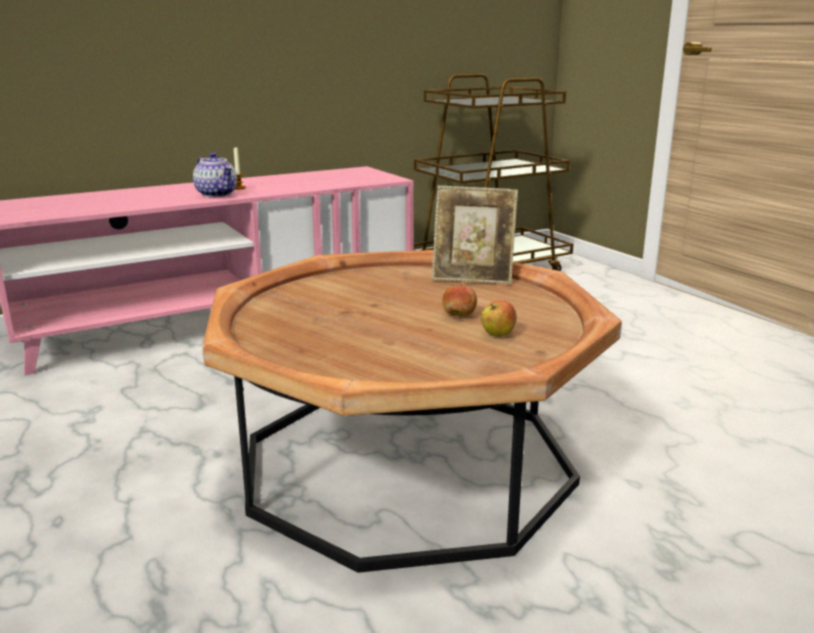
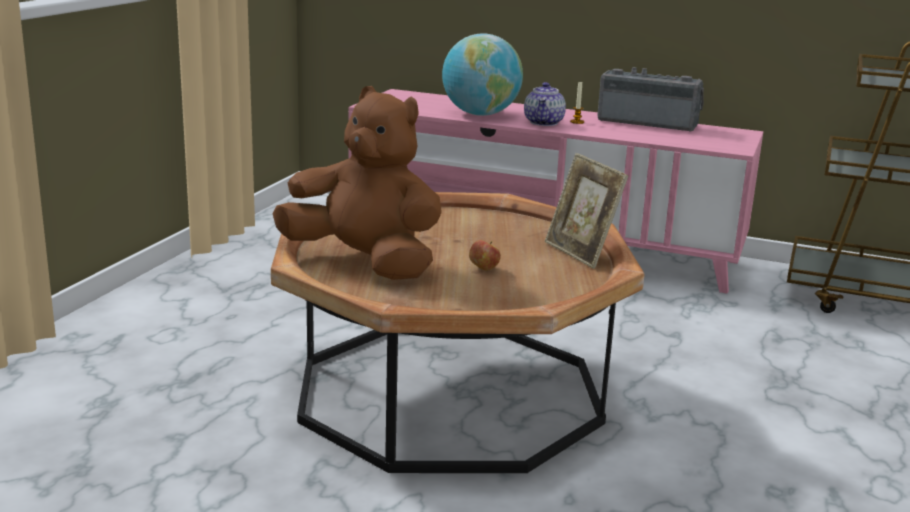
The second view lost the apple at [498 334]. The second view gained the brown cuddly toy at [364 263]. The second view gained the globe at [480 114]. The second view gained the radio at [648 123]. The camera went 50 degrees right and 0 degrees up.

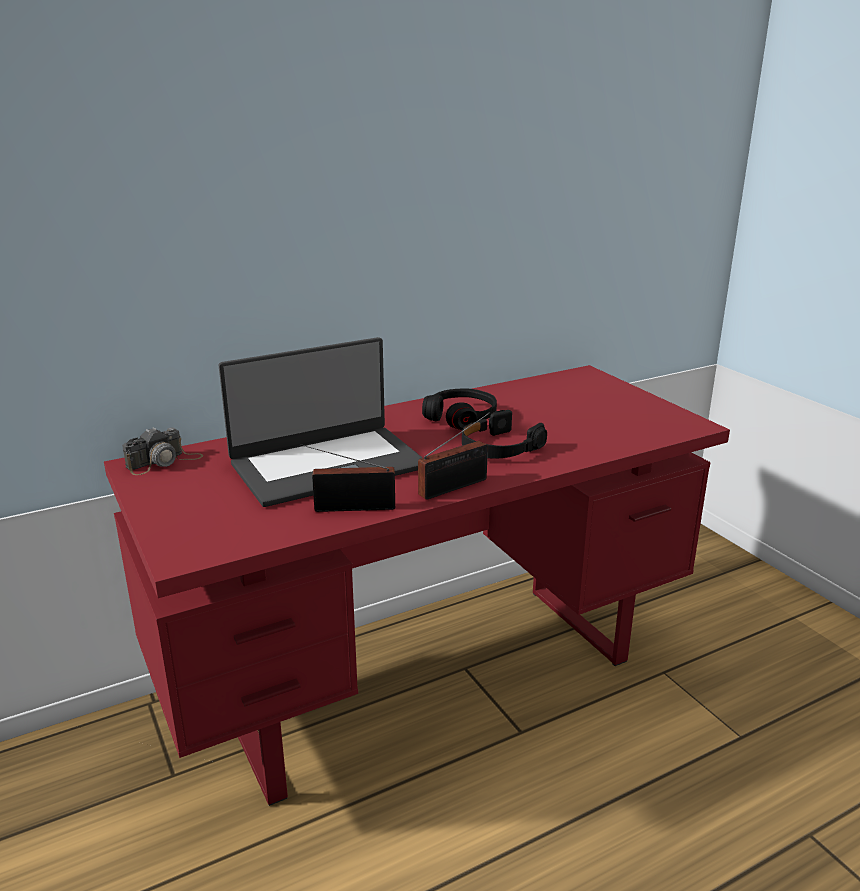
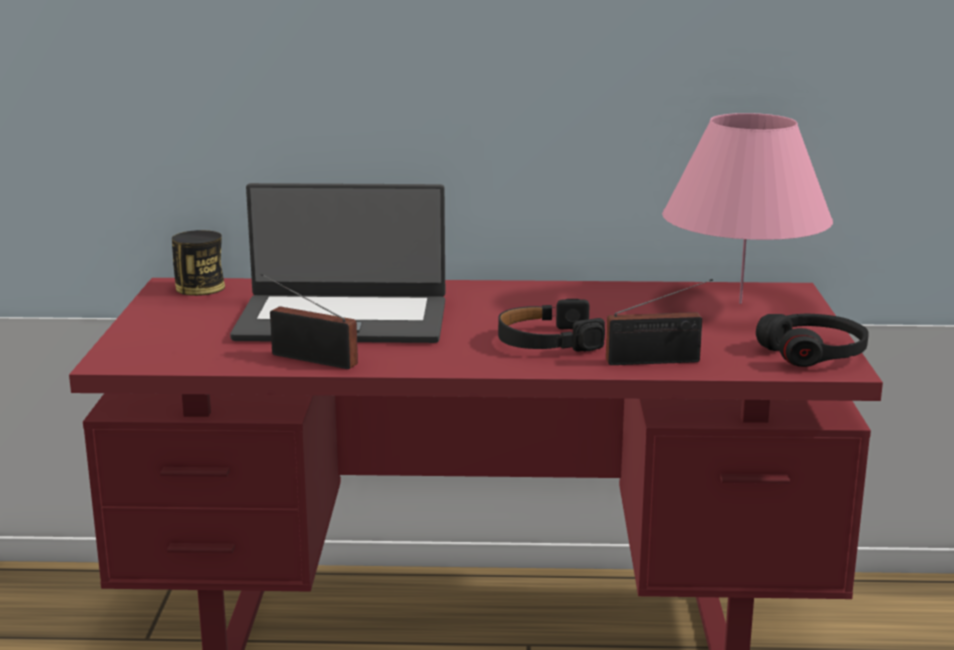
Where the still camera stood at [164 462], the sealed can came to stand at [200 288]. The radio ended up elsewhere, having gone from [457 486] to [658 361]. The blackish headset ended up elsewhere, having gone from [461 417] to [813 353]. The second view gained the pinkish lamp for a table at [740 303]. The camera went 30 degrees right and 5 degrees down.

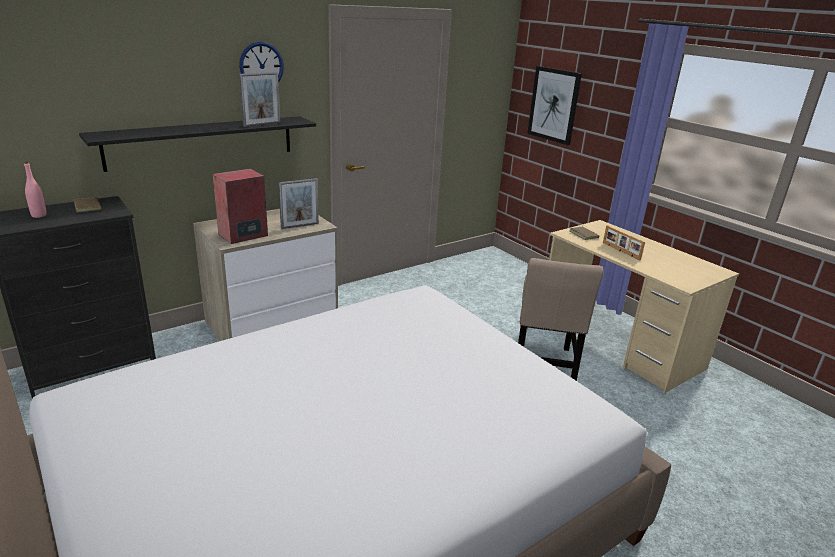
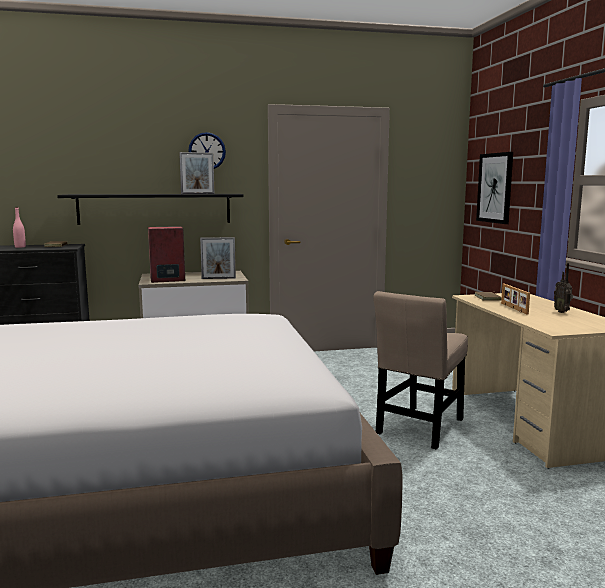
The second view gained the radio at [562 312]. The camera went 25 degrees right and 15 degrees down.

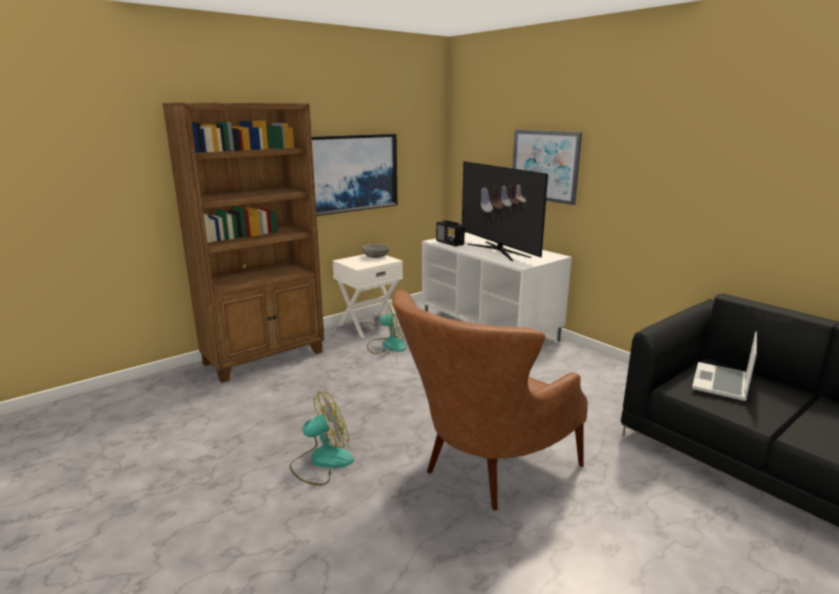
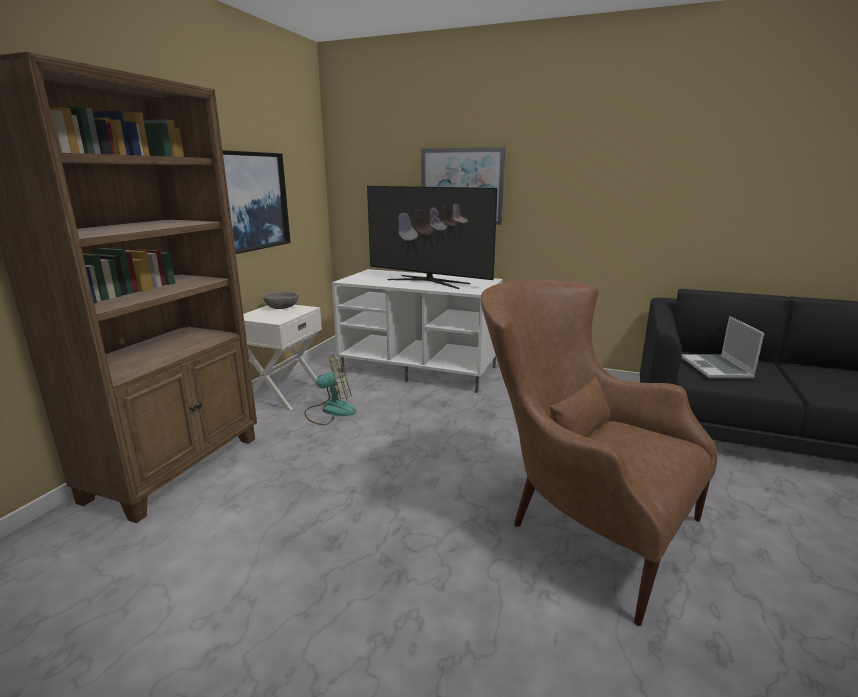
The second view lost the fan at [321 462]. The brown armchair at [482 472] ended up facing another way, 120 degrees clockwise from before. The second view lost the radio at [450 243]. The camera went 30 degrees left and 0 degrees up.

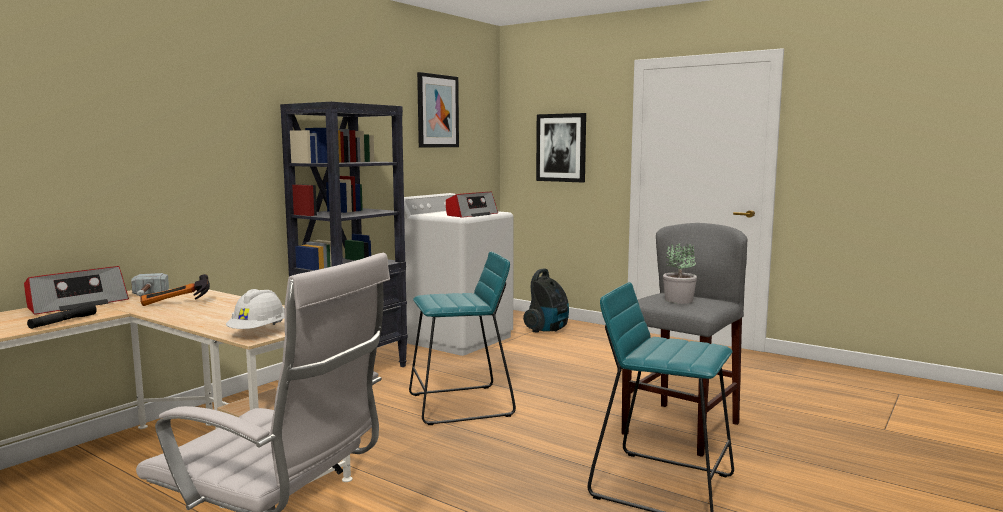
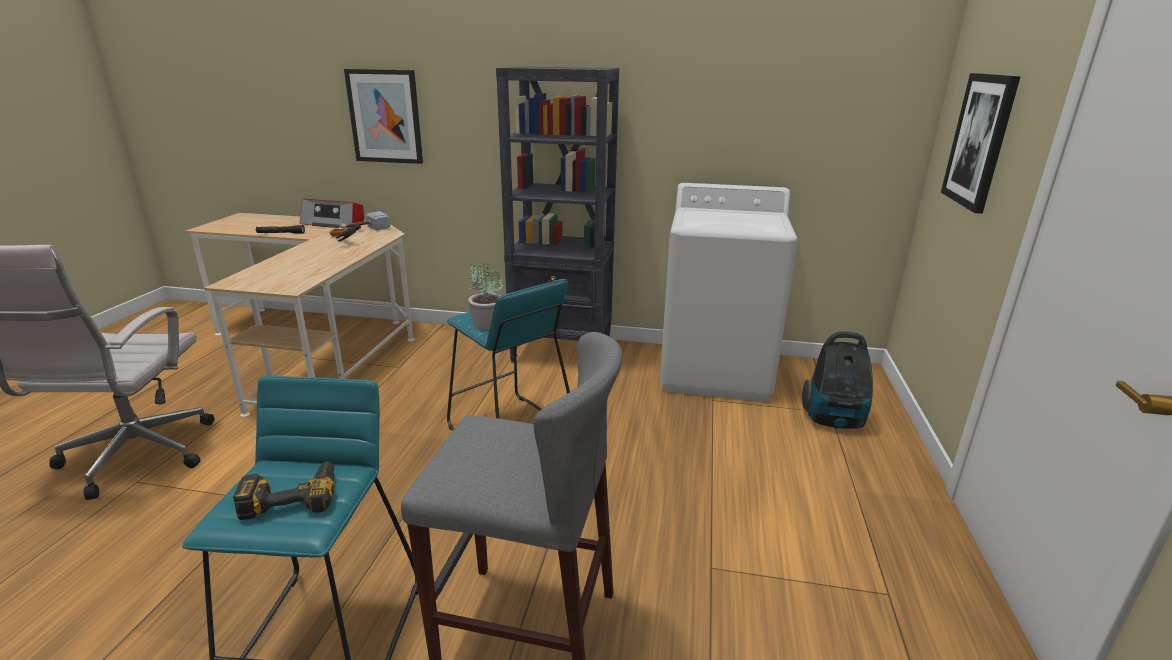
The second view lost the white-coloured safety helmet at [258 332]. The wall picture ended up elsewhere, having gone from [437 111] to [385 116]. The second view lost the radio at [471 215]. The plant in a pot ended up elsewhere, having gone from [679 300] to [487 324]. The second view gained the drill at [292 495]. The camera went 65 degrees right and 15 degrees up.

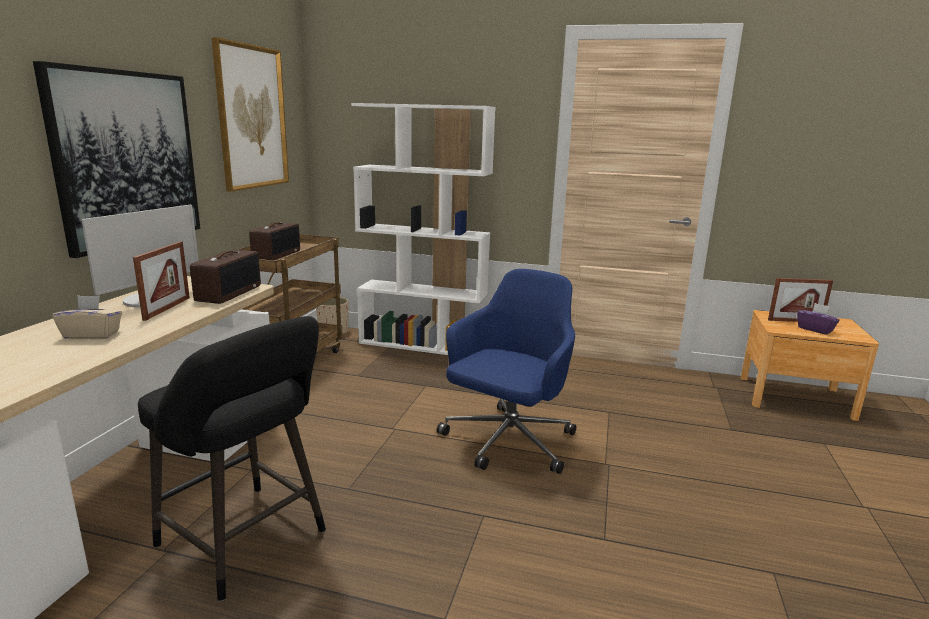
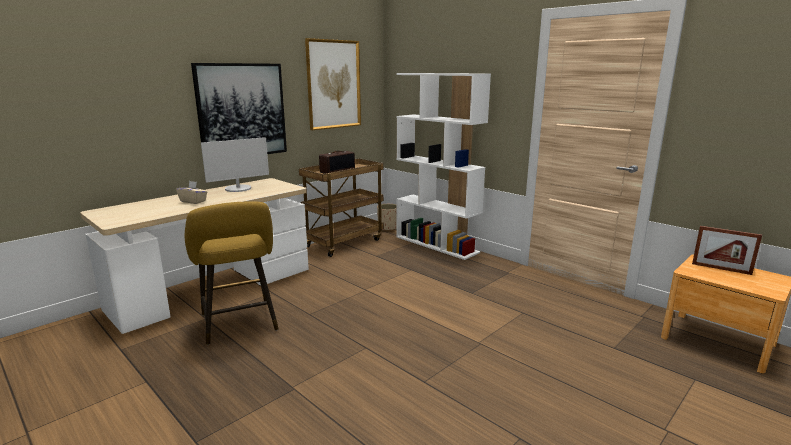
The second view lost the picture frame at [167 308]. What was the blackish stool at [248 542] turned into the yellow-coloured stool at [240 325]. The second view lost the radio at [228 293]. The second view lost the blue-coloured office chair at [507 442]. The second view lost the purple box of tissues at [815 329]. The camera went 30 degrees right and 0 degrees up.

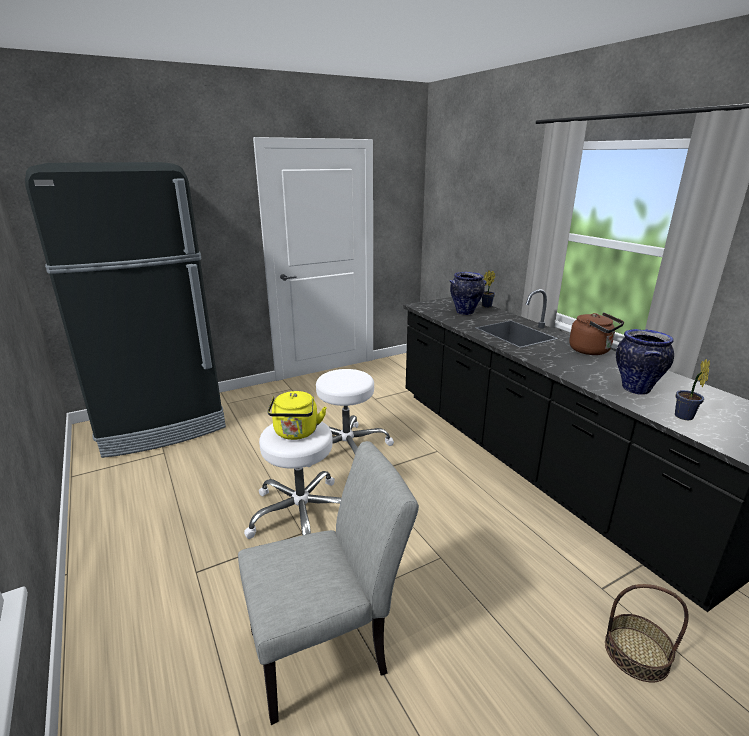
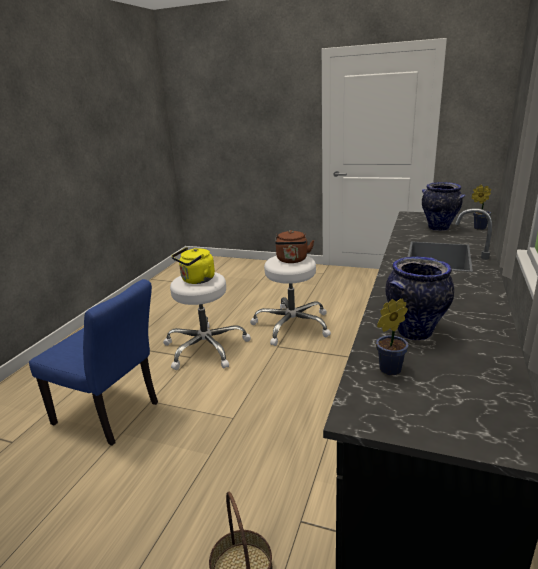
The second view lost the blackish fridge at [162 424]. What was the gray chair at [328 648] turned into the blue-coloured chair at [112 415]. The brown water kettle ended up elsewhere, having gone from [592 351] to [292 260]. The camera went 50 degrees right and 0 degrees up.

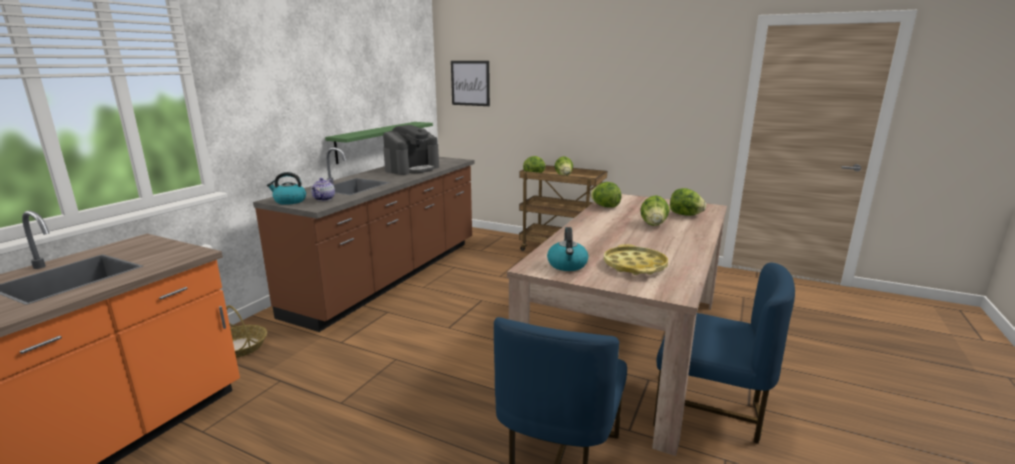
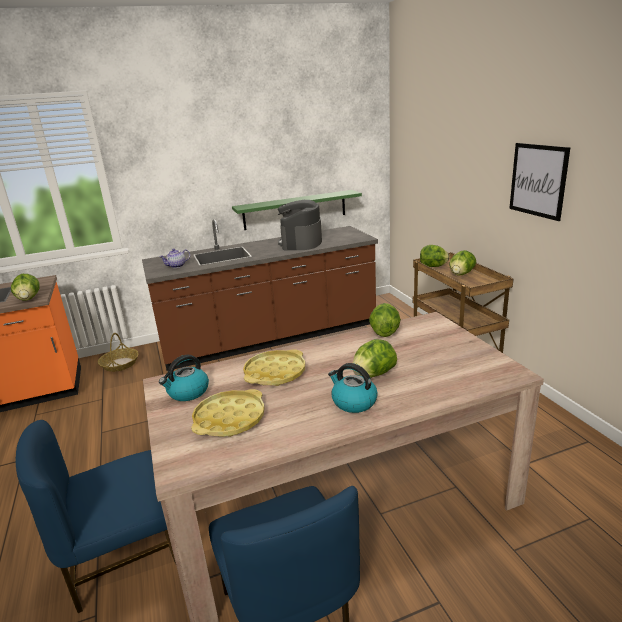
The water kettle ended up elsewhere, having gone from [289 201] to [353 402]. The coffee machine at [412 169] ended up facing another way, 105 degrees clockwise from before. The wall picture ended up elsewhere, having gone from [470 83] to [538 180]. The lettuce head ended up elsewhere, having gone from [685 215] to [29 299]. The second view gained the yellow-coloured serving tray at [275 373]. The camera went 45 degrees right and 5 degrees up.

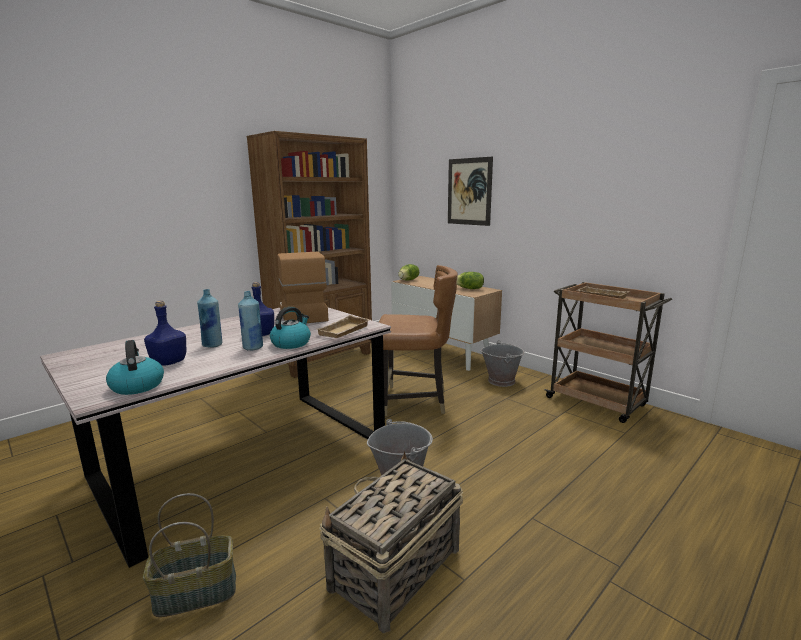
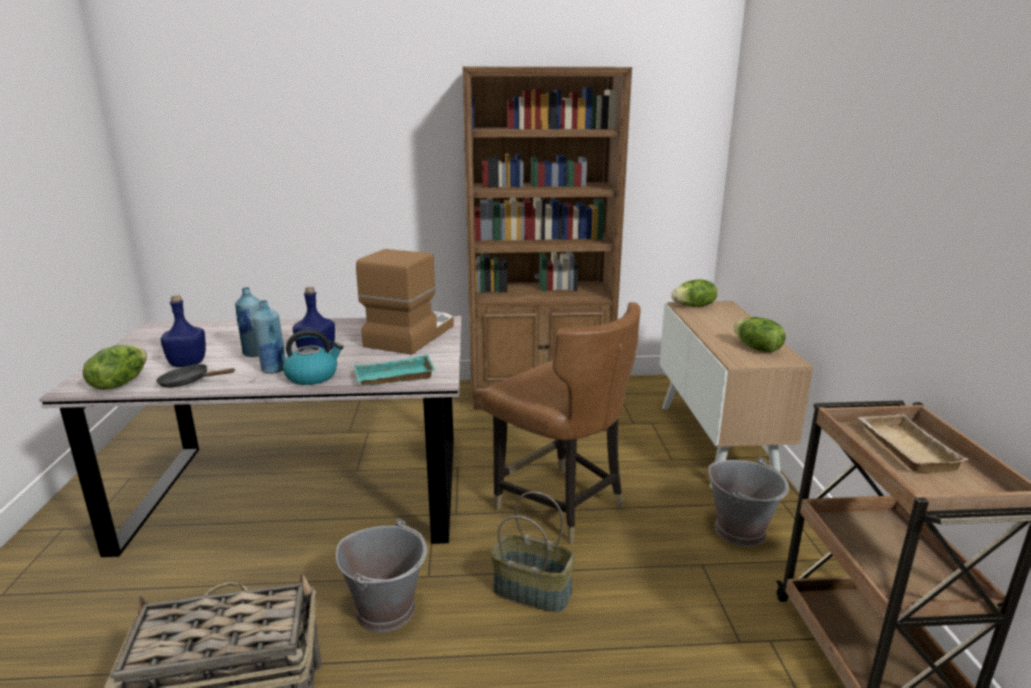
Where the water kettle stood at [137 386], the lettuce head came to stand at [119 383]. The basket ended up elsewhere, having gone from [197 592] to [533 590]. What was the sand-coloured serving tray at [345 331] turned into the turquoise-coloured serving tray at [393 378]. The second view lost the wall picture at [469 191]. The second view gained the blackish pan at [189 383]. The camera went 40 degrees right and 5 degrees up.

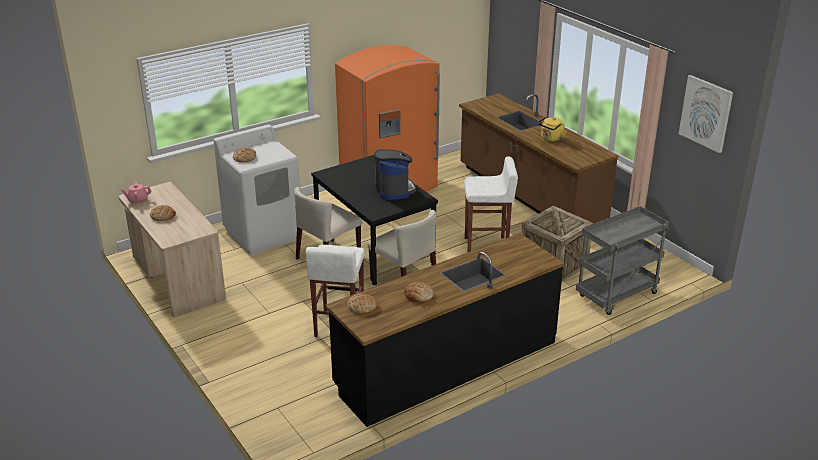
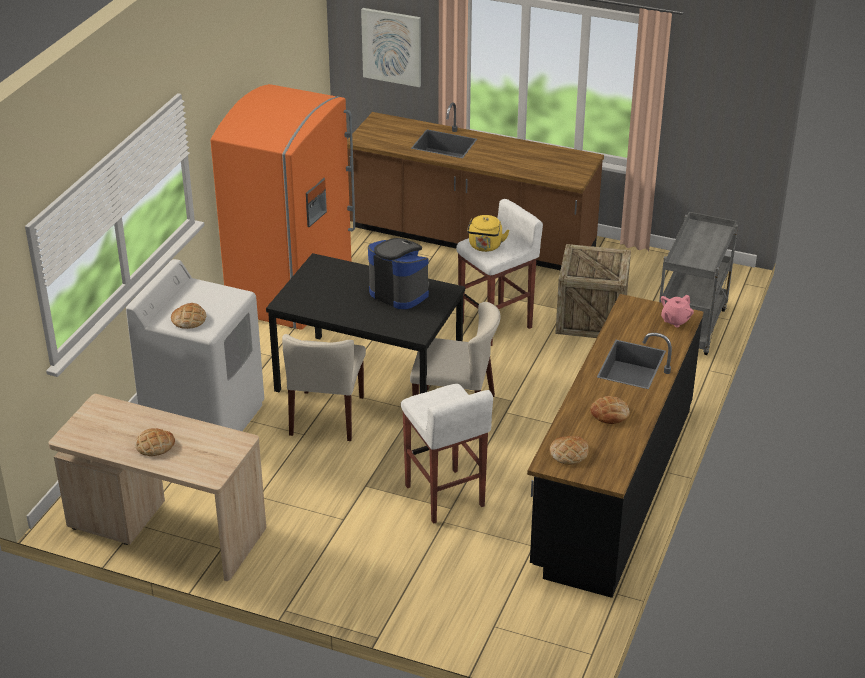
The pinkish pot for tea ended up elsewhere, having gone from [137 200] to [675 320]. The yellow-coloured water kettle ended up elsewhere, having gone from [551 139] to [485 247]. The wall picture ended up elsewhere, having gone from [706 113] to [392 46]. The camera went 35 degrees left and 5 degrees up.

